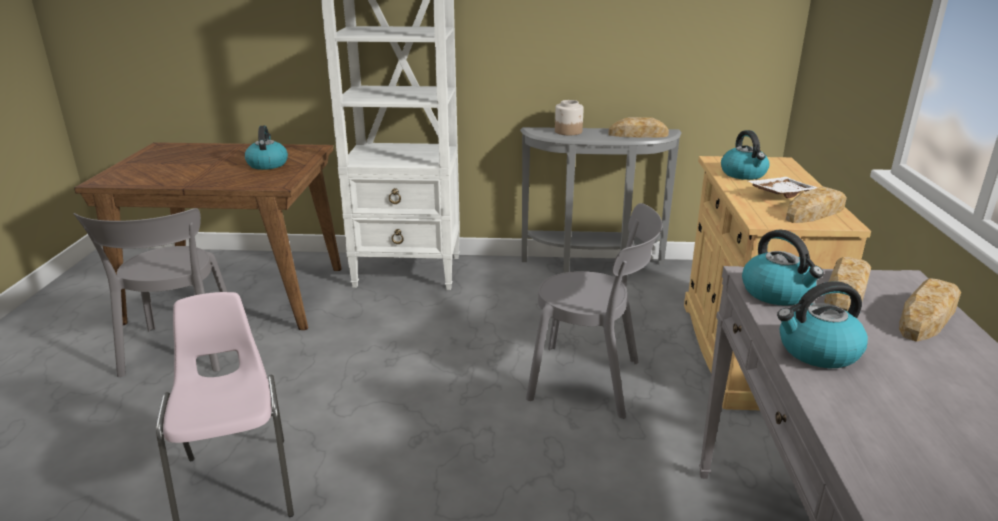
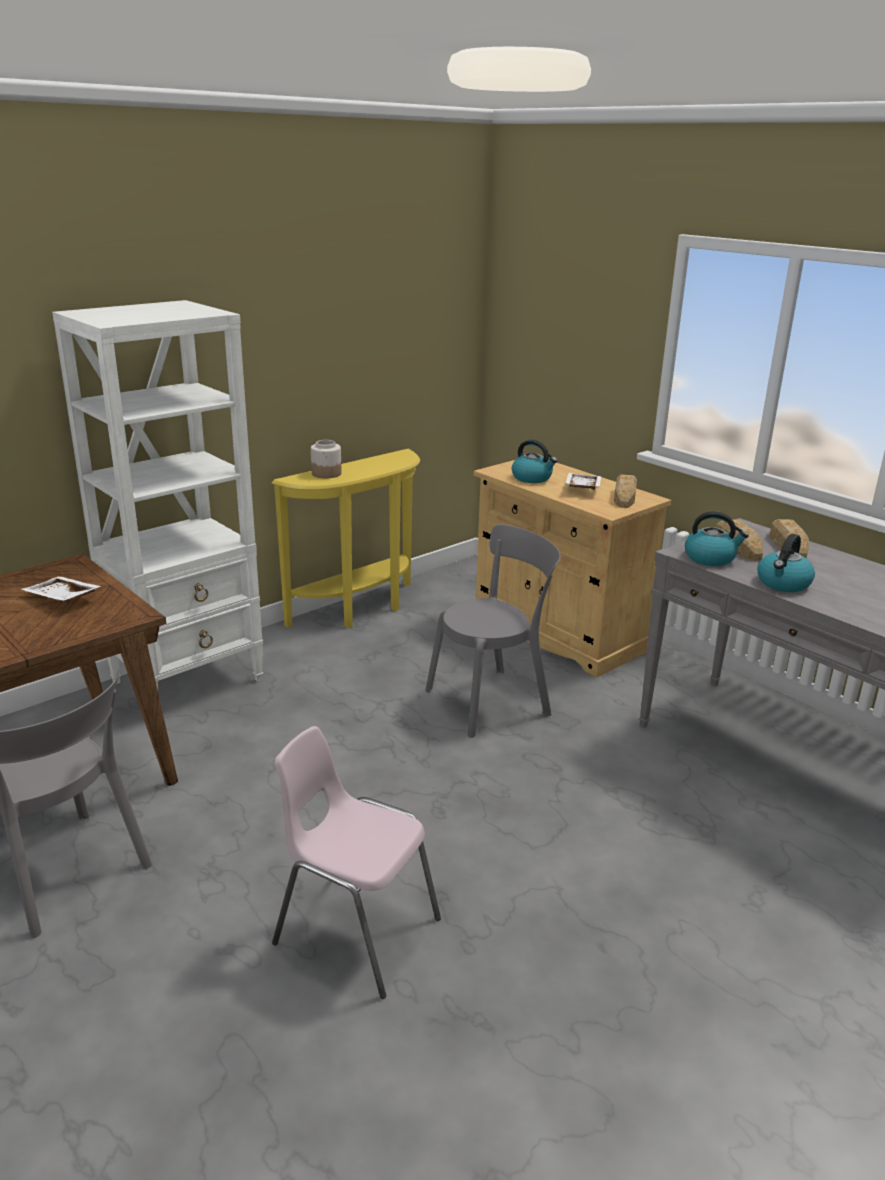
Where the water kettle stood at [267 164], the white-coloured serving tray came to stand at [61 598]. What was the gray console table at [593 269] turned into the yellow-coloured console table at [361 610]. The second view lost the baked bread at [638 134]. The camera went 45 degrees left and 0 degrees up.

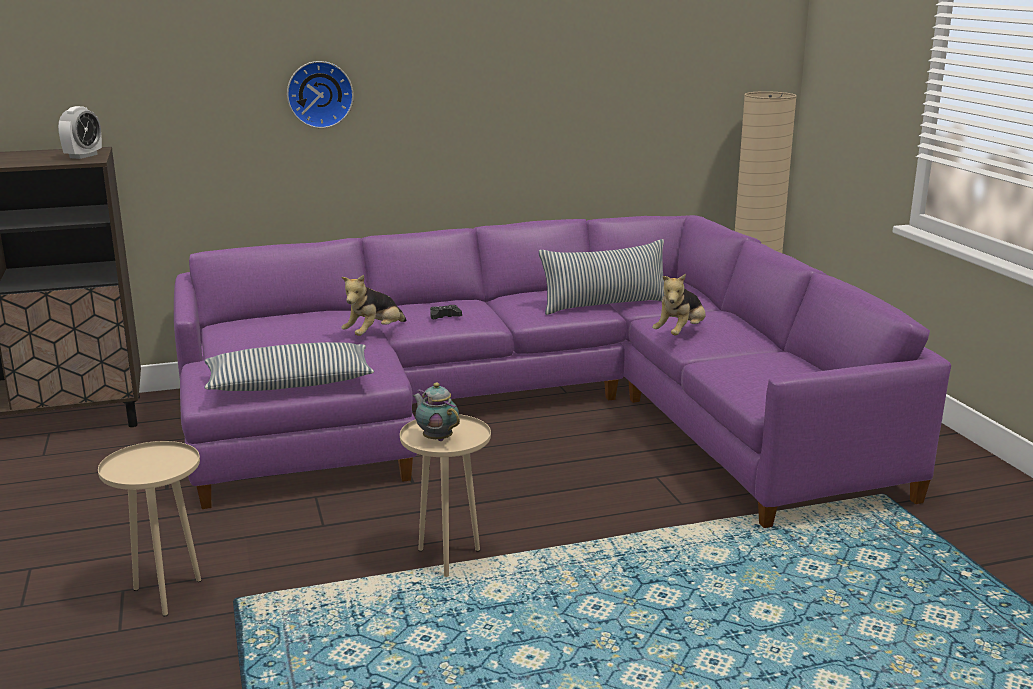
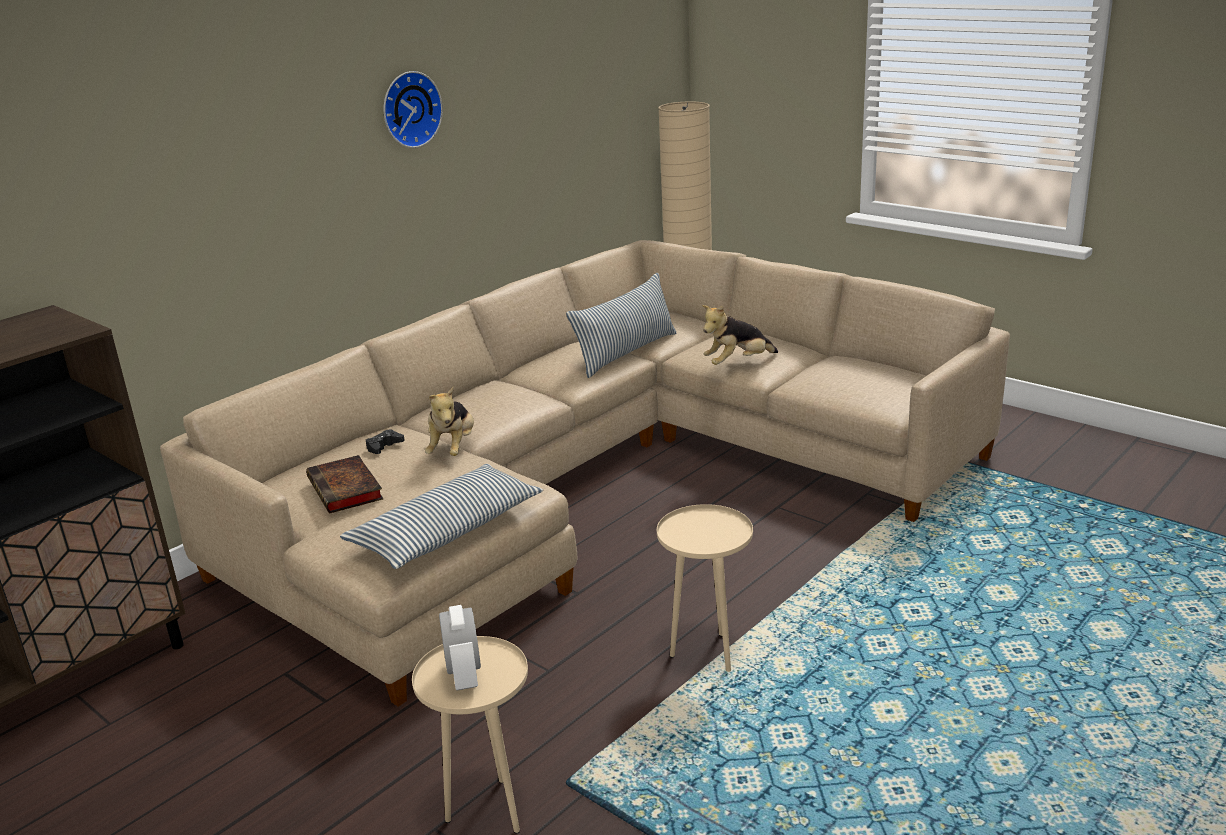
The table clock ended up elsewhere, having gone from [83 156] to [464 676]. What was the purple sofa at [531 413] turned into the sand-coloured sofa at [594 483]. The wall clock ended up elsewhere, having gone from [319 94] to [409 109]. The second view lost the pot for tea at [436 438]. The blackish gamepad ended up elsewhere, having gone from [444 316] to [384 446]. The cuddly toy at [680 333] ended up facing another way, 60 degrees clockwise from before. The second view gained the bound book at [346 490]. The camera went 30 degrees left and 5 degrees up.

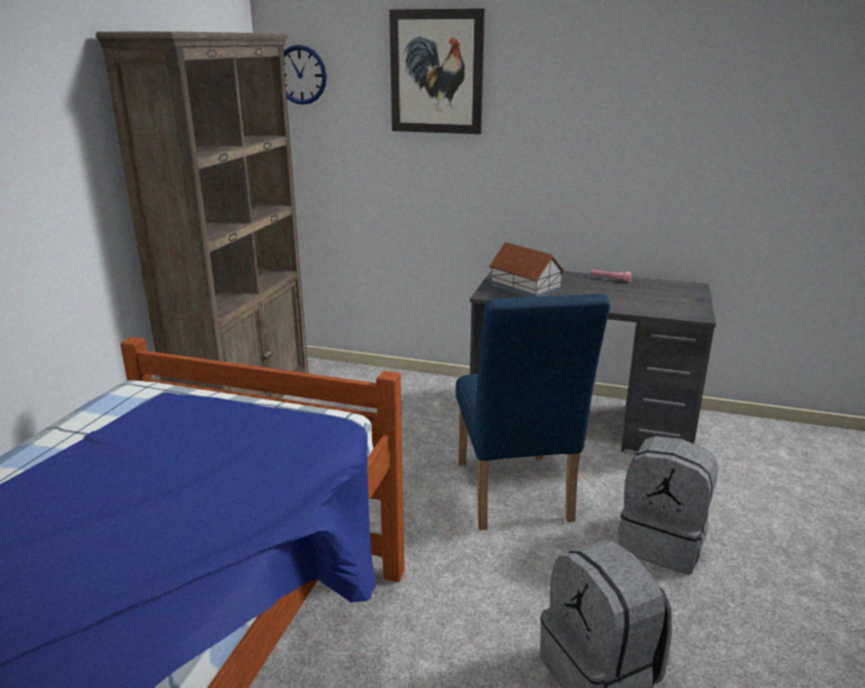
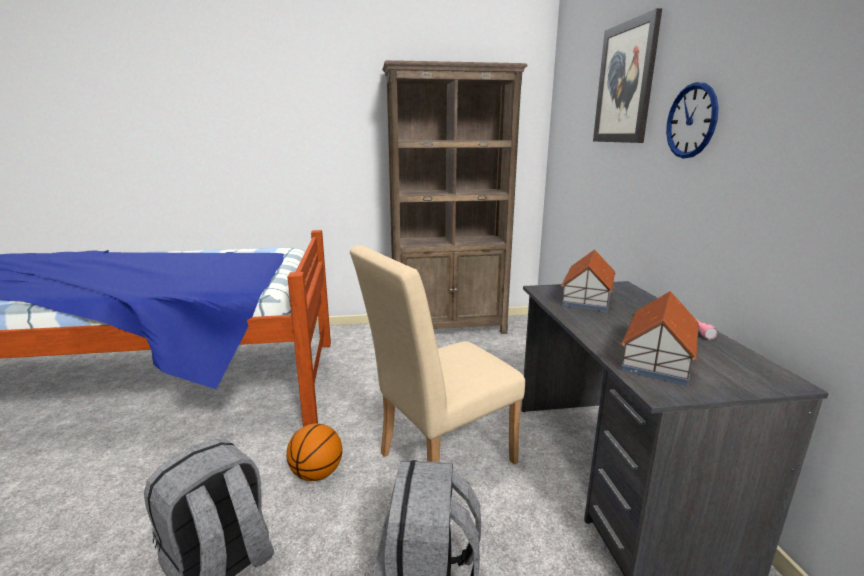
The wall clock ended up elsewhere, having gone from [301 75] to [691 121]. What was the blue-coloured chair at [514 497] turned into the sand-coloured chair at [438 461]. The second view gained the ball for basketball at [317 473]. The second view gained the miniature house at [658 358]. The camera went 65 degrees right and 5 degrees down.

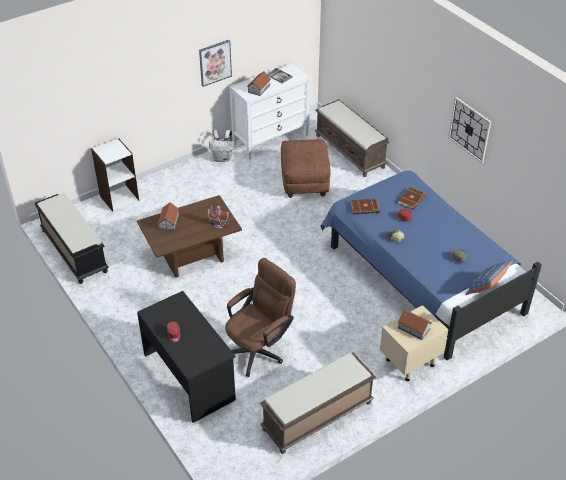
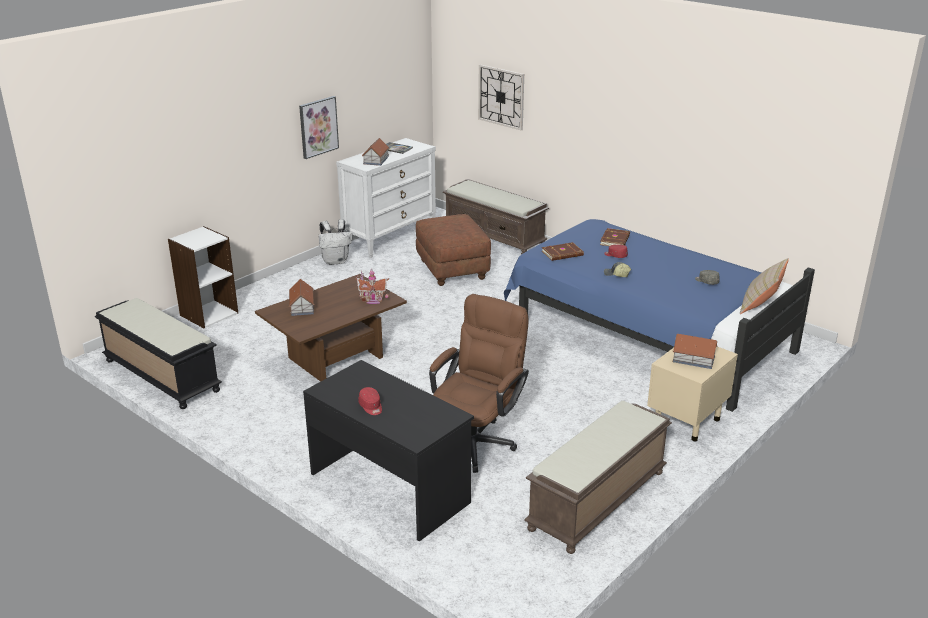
The wall clock ended up elsewhere, having gone from [469 129] to [501 97]. What was the blue-coloured pillow at [485 289] turned into the sand-coloured pillow at [760 305]. The camera went 15 degrees left and 15 degrees down.

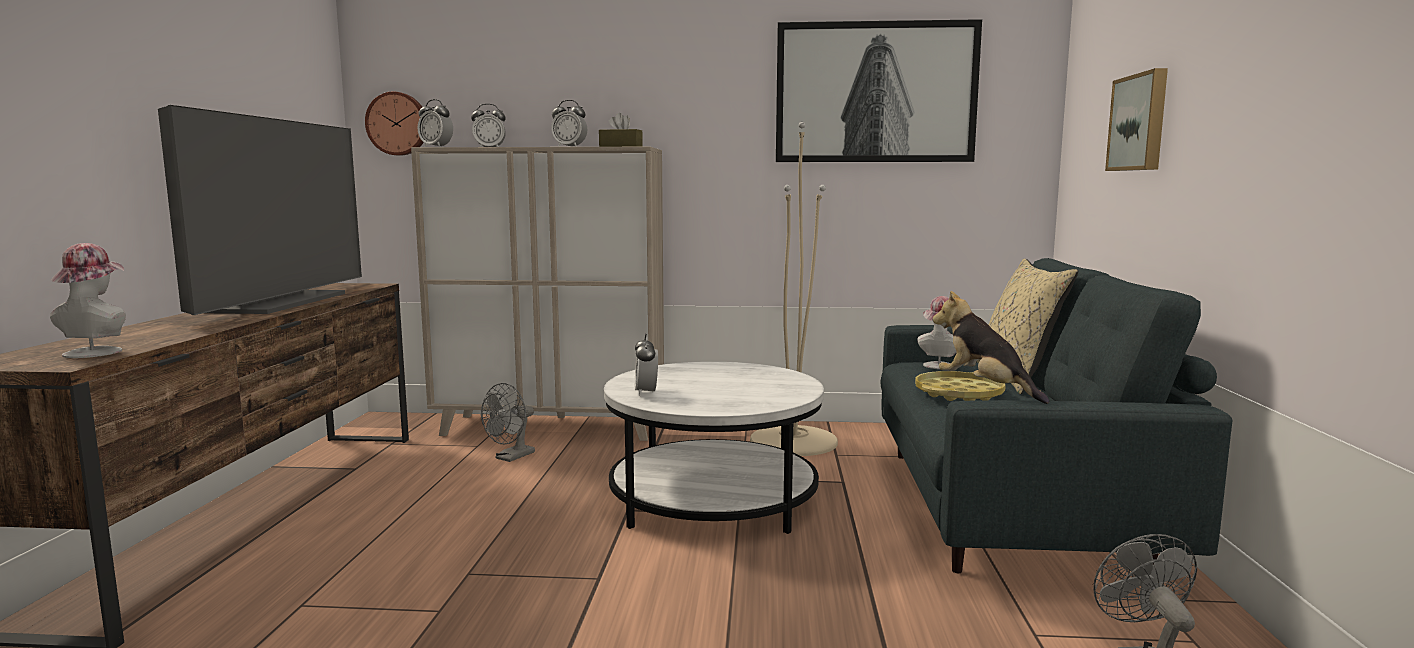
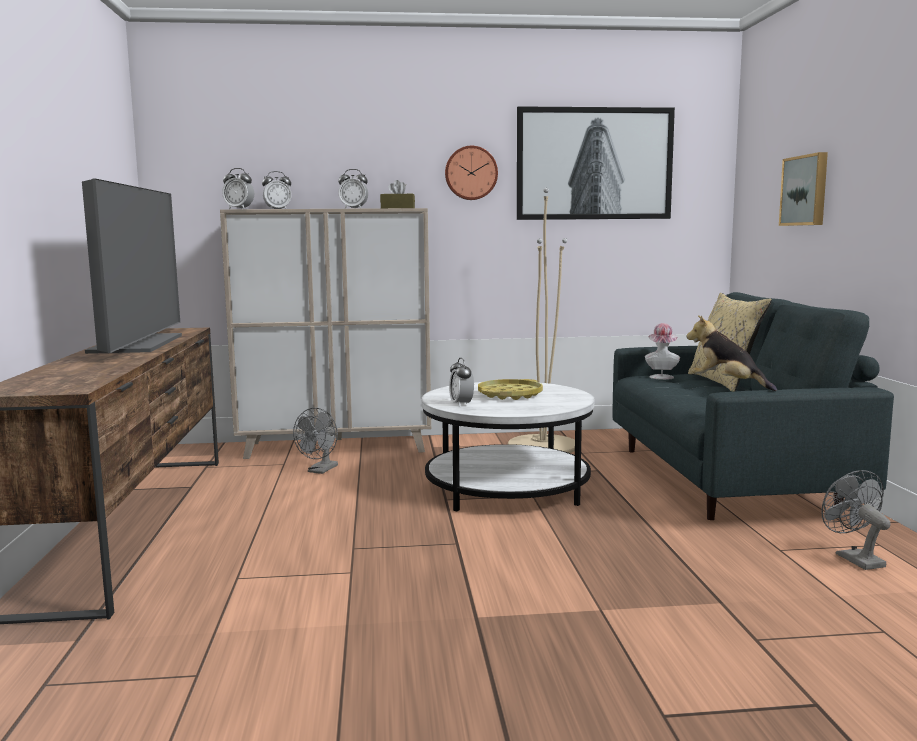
The second view lost the hat at [98 351]. The wall clock ended up elsewhere, having gone from [398 124] to [471 173]. The yellow-coloured serving tray ended up elsewhere, having gone from [959 394] to [510 395]. The camera went 10 degrees left and 0 degrees up.

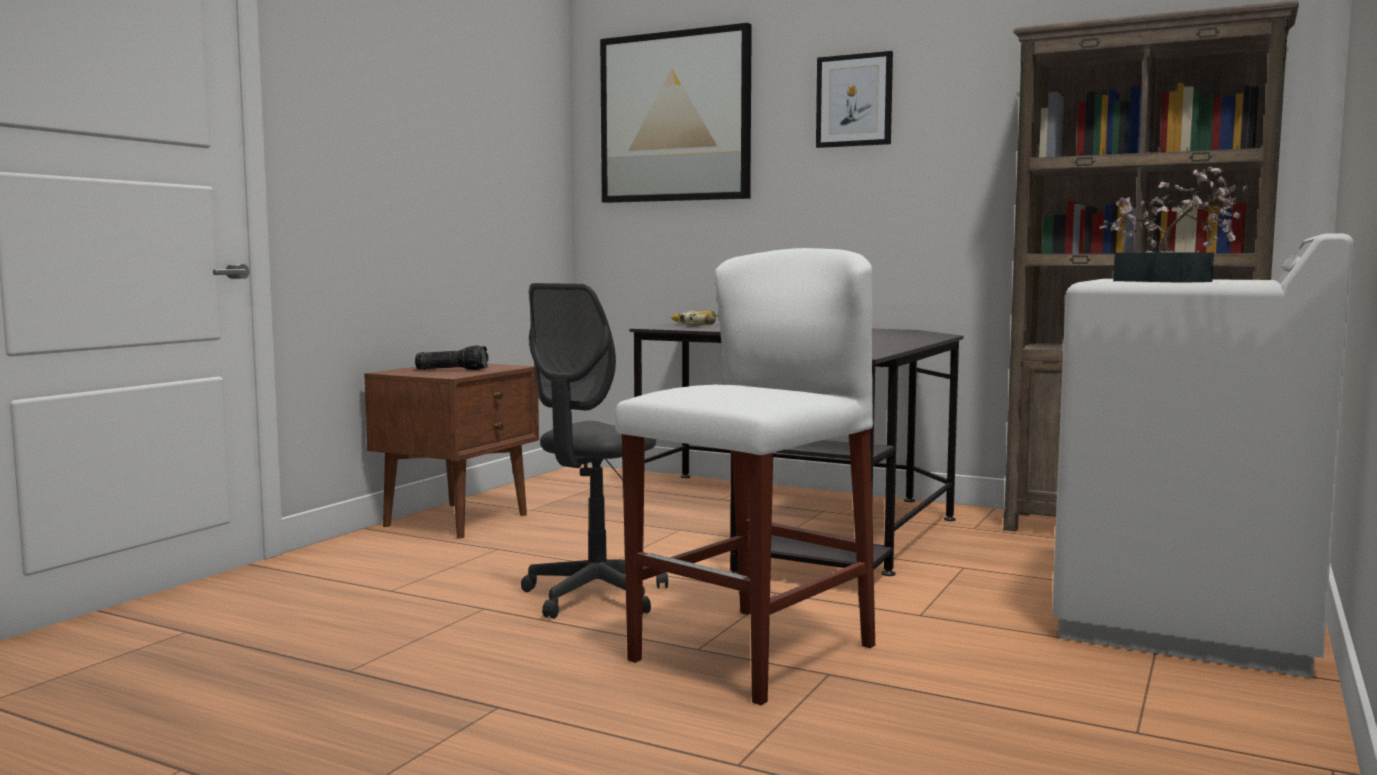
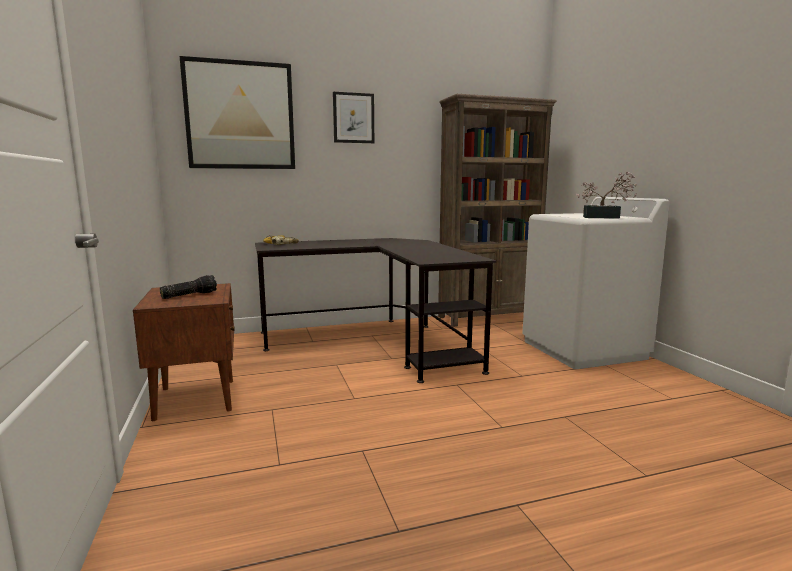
The second view lost the gray office chair at [595 596]. The second view lost the white-coloured stool at [752 653]. The camera went 45 degrees left and 5 degrees up.

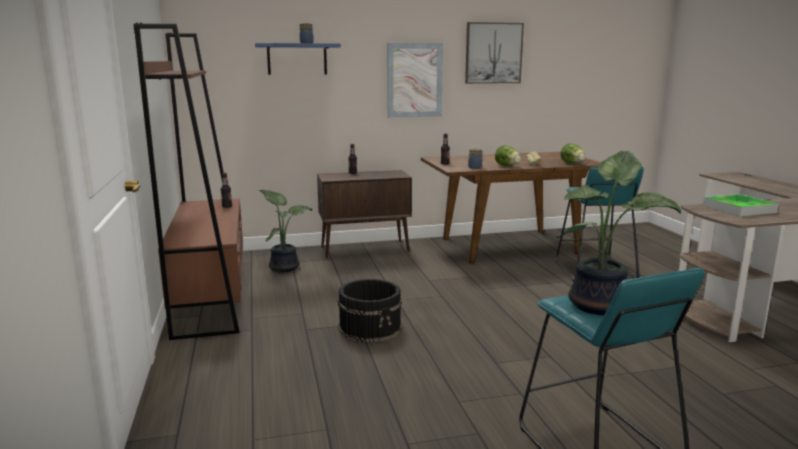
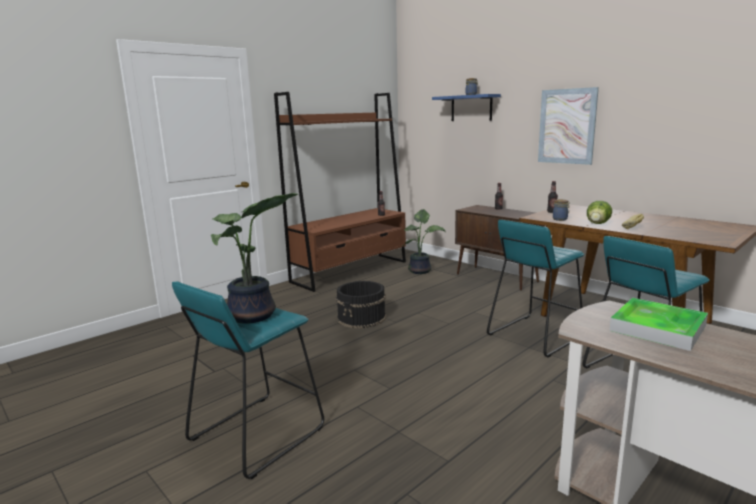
The second view lost the wall picture at [493 53]. The second view lost the lettuce head at [573 164]. The second view gained the turquoise-coloured stool at [534 335]. The camera went 60 degrees right and 0 degrees up.

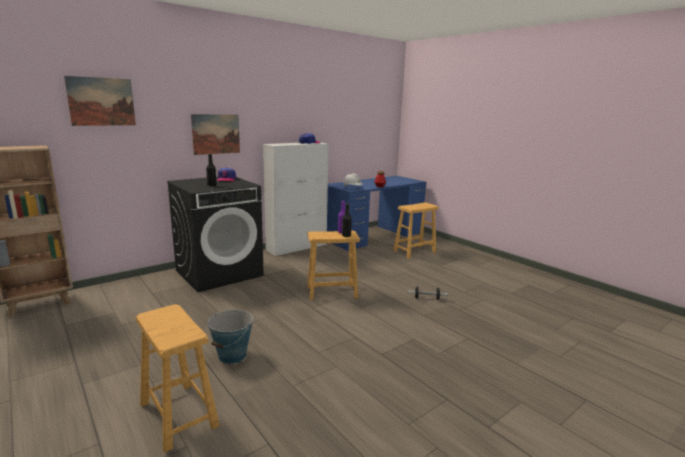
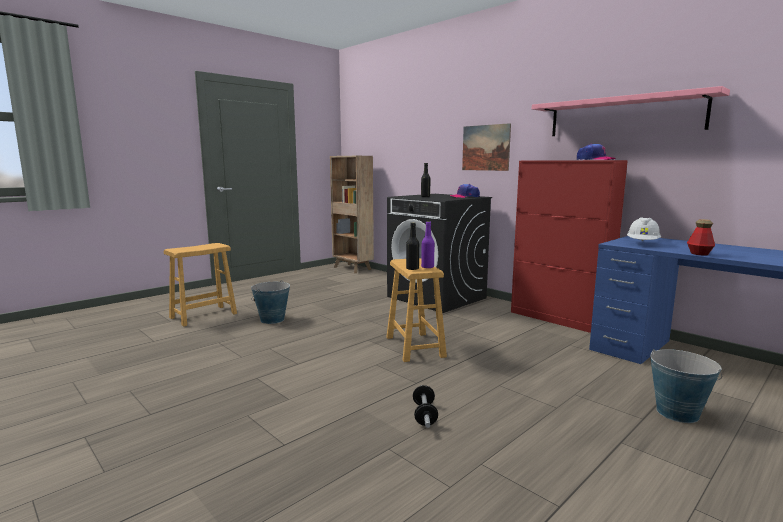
The second view lost the wall picture at [101 101]. What was the white-coloured cupboard at [297 247] turned into the reddish cupboard at [558 319]. Where the brown stool stood at [414 251], the pail came to stand at [677 412]. The second view gained the pinkish wall shelf at [623 116]. The camera went 85 degrees right and 5 degrees down.

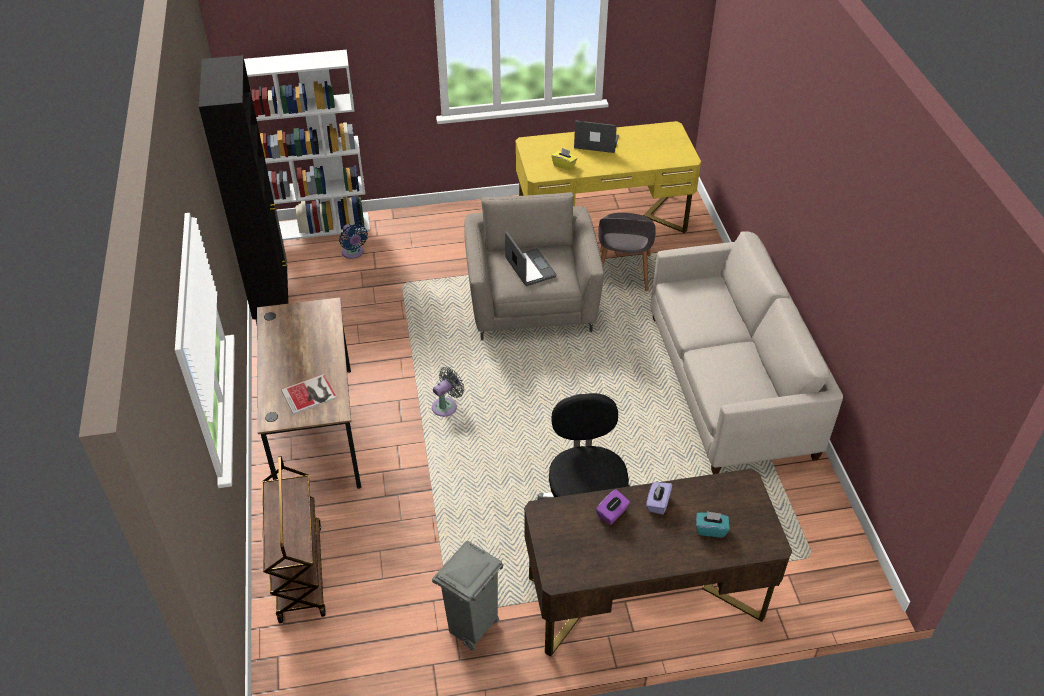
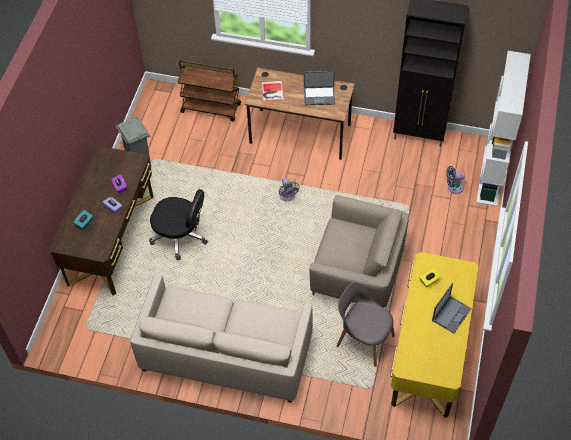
The laptop ended up elsewhere, having gone from [529 268] to [319 95]. The camera went 115 degrees right and 10 degrees up.

